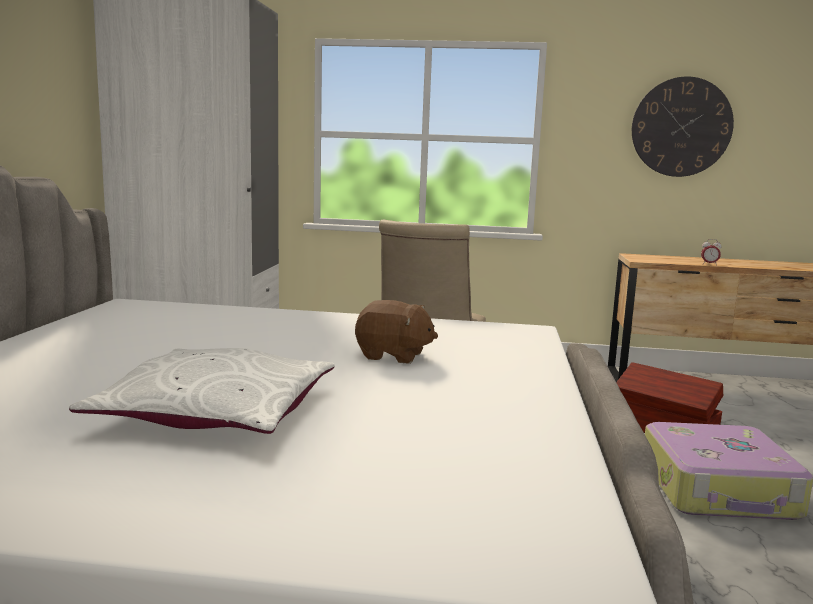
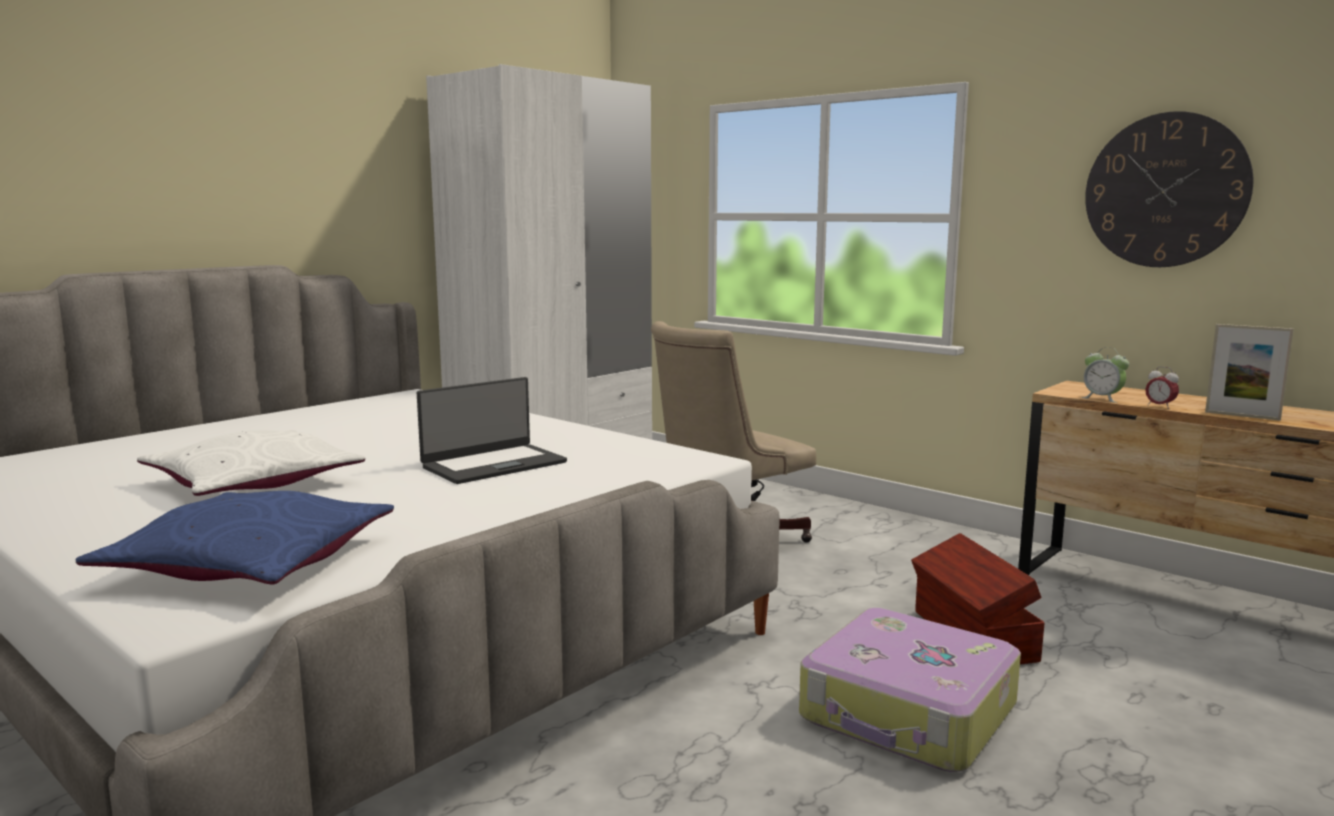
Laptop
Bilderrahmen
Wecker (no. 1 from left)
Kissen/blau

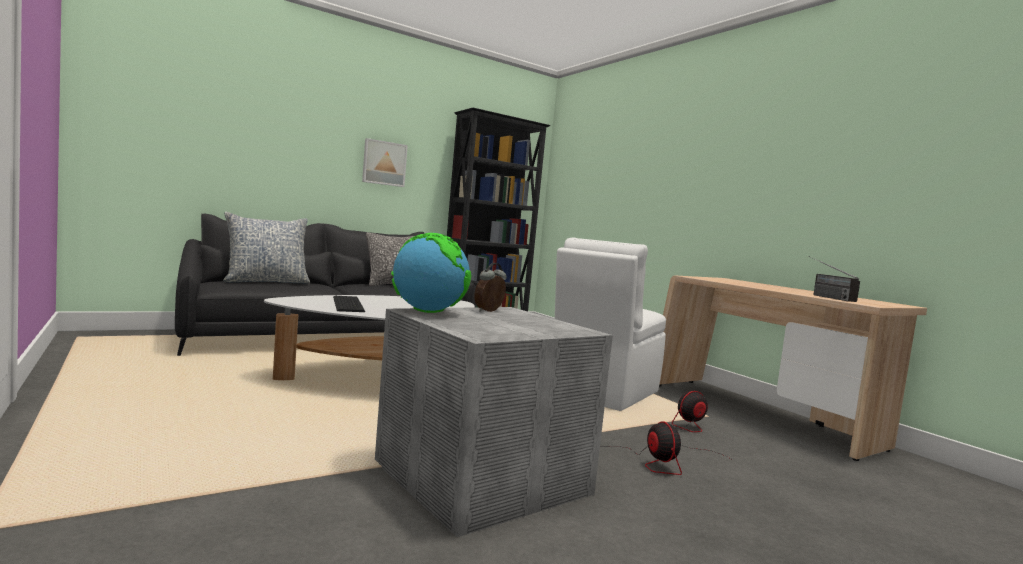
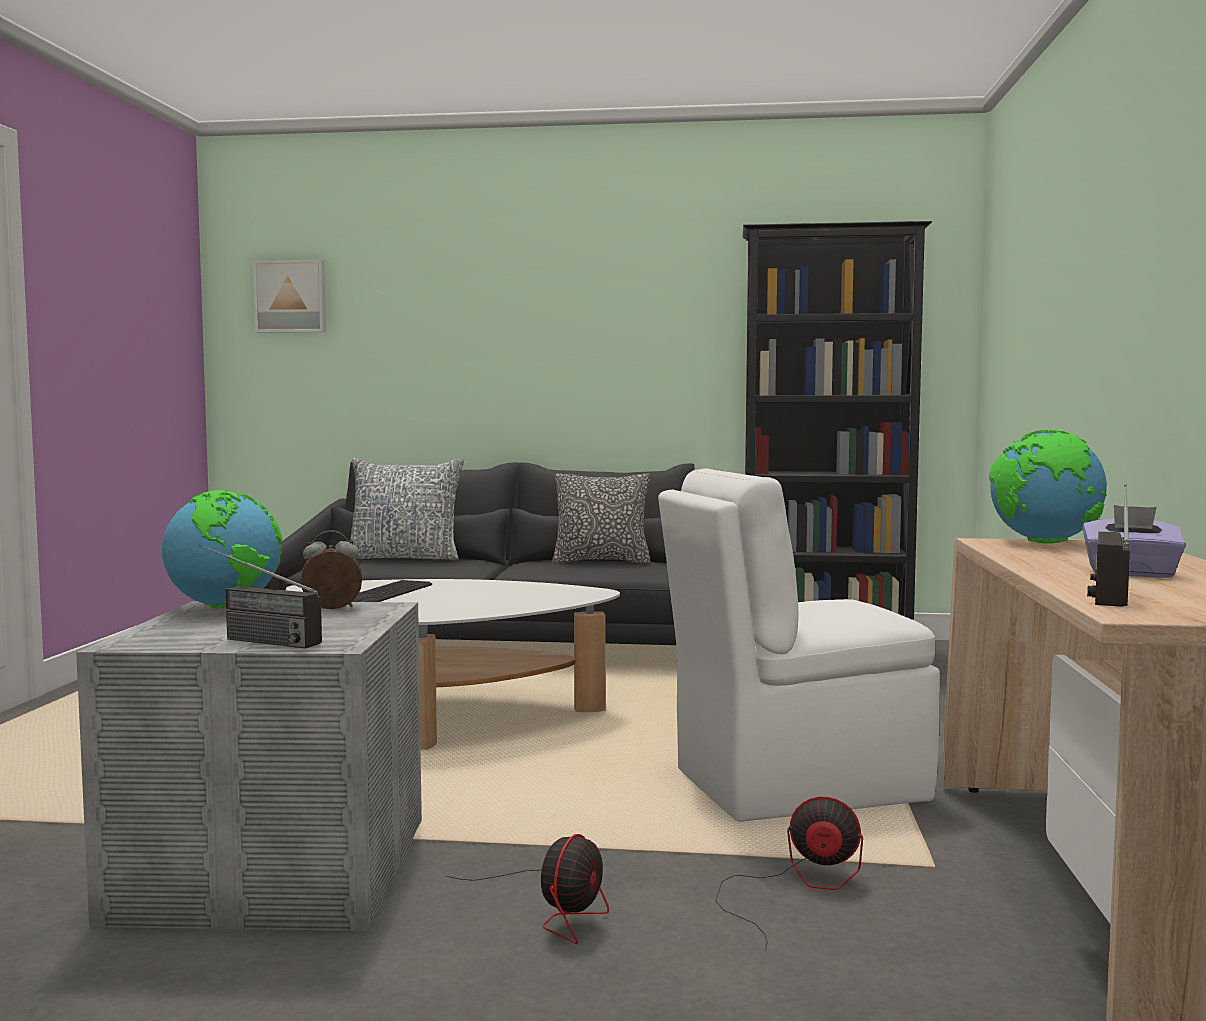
Bild
Globus (no. 2 from left)
Taschentuchbox/lila
Radio (no. 1 from left)

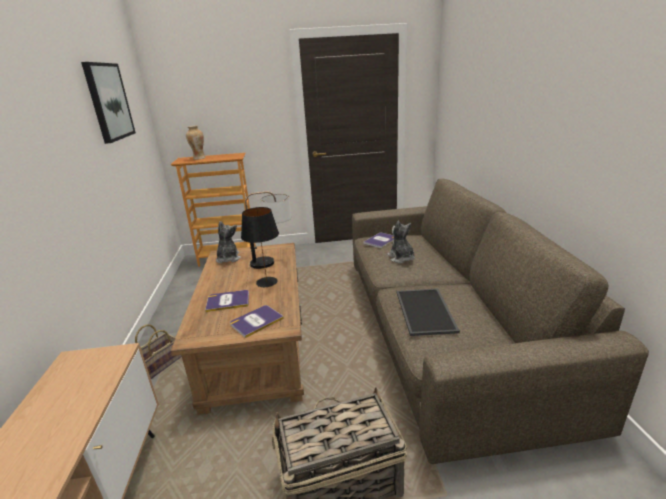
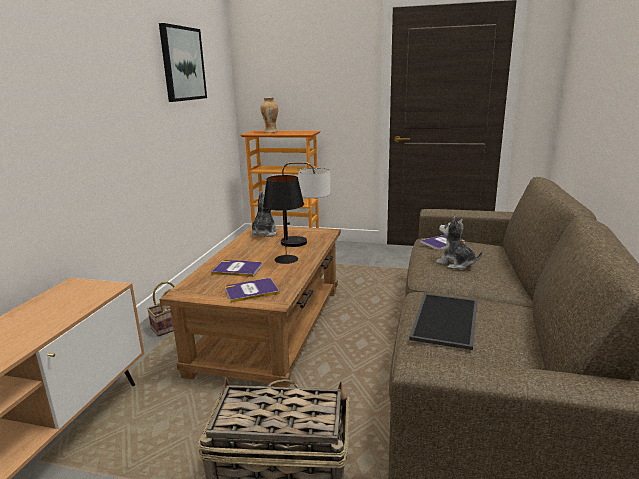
Plüschtier (no. 2 from left)

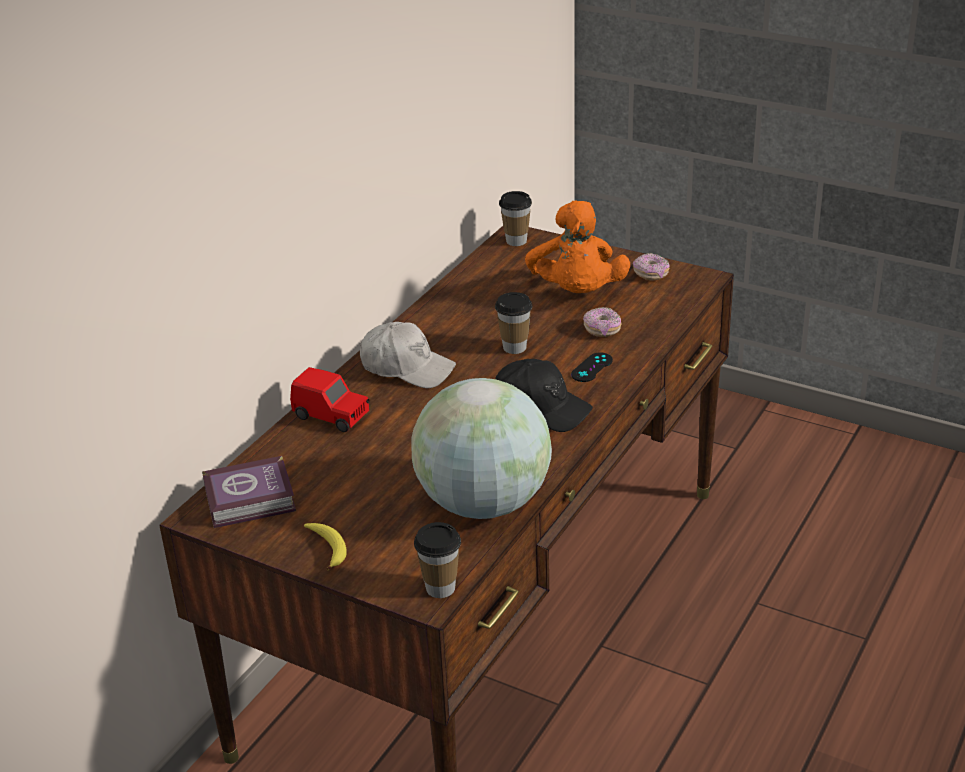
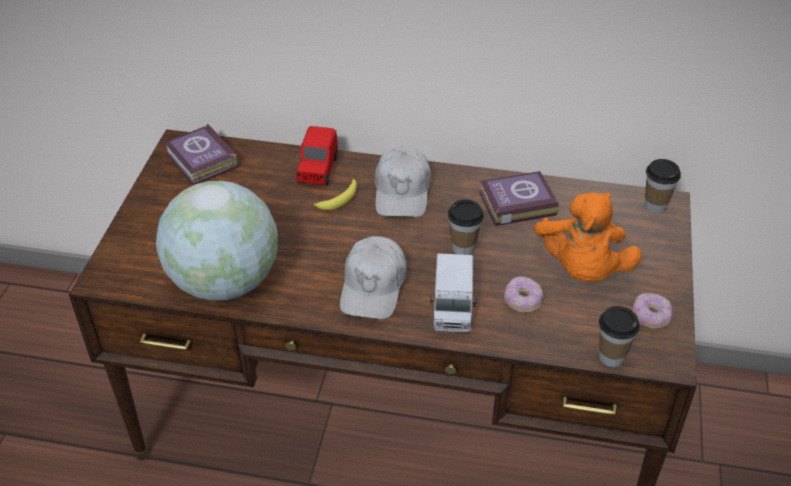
Plüschtier/orange
Spielzeuglaster
Kappe/weiß (no. 1 from left)
Tasse (no. 2 from left)
Banane
Buch (no. 2 from left)

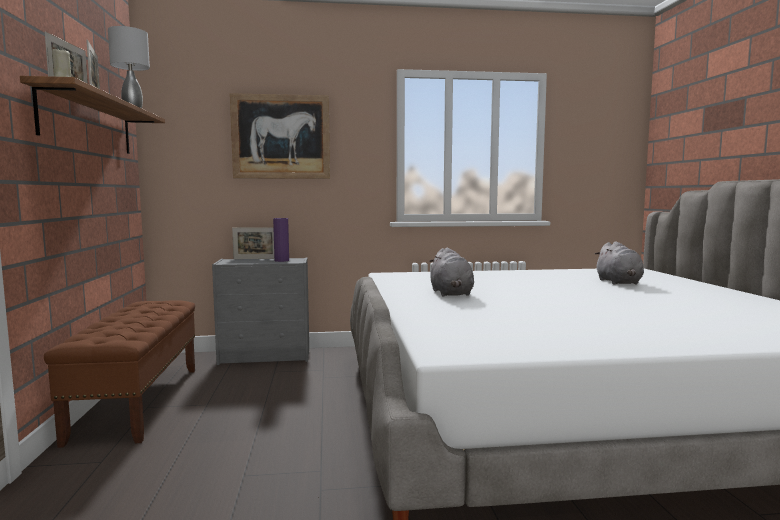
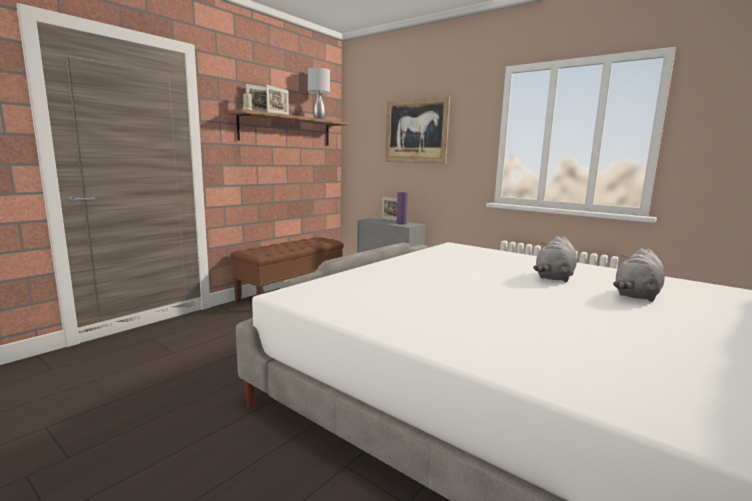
Plüschtier/grau (no. 1 from left)

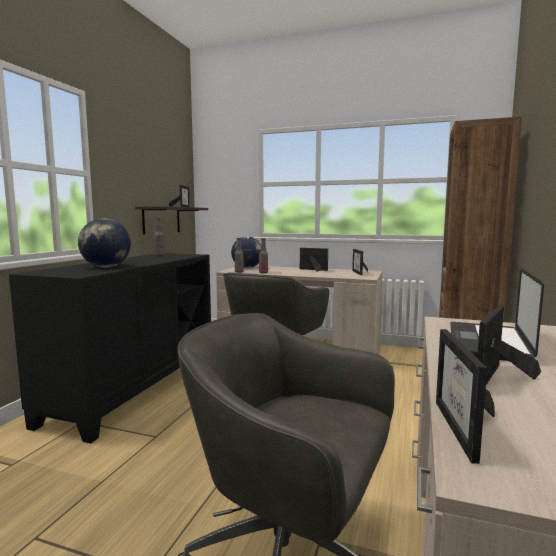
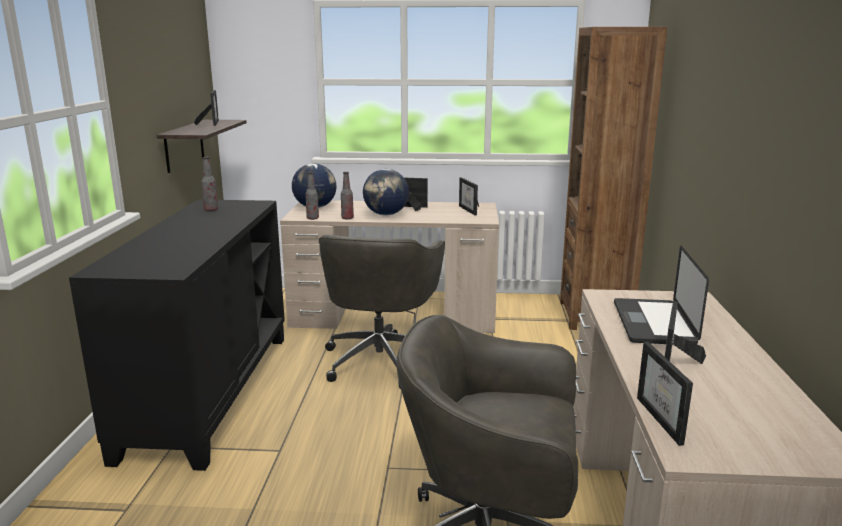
Globus (no. 2 from left)

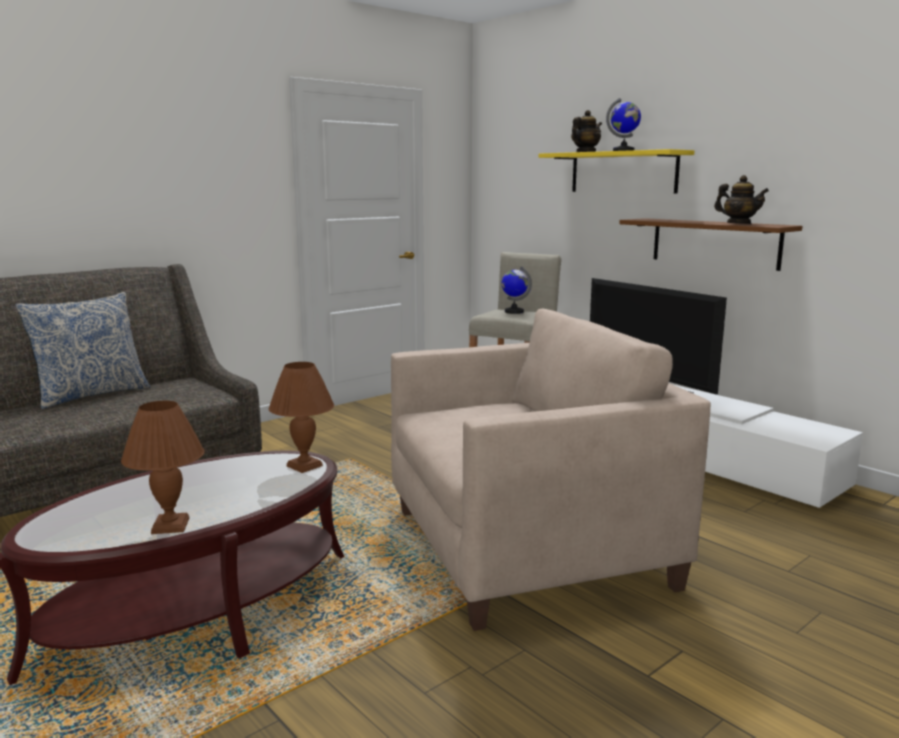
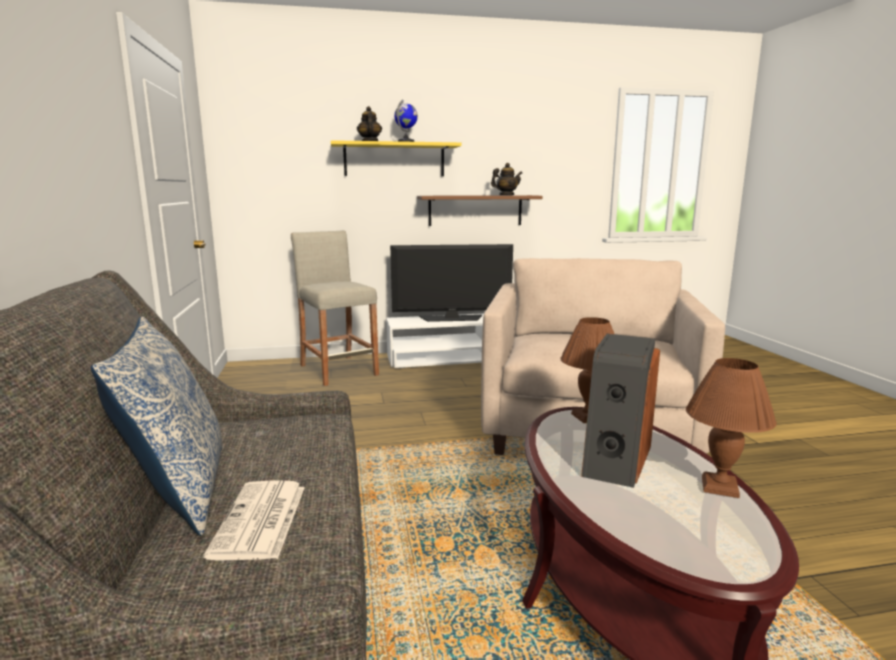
Globus (no. 1 from left in the first image)
Lautsprecher
Zeitung

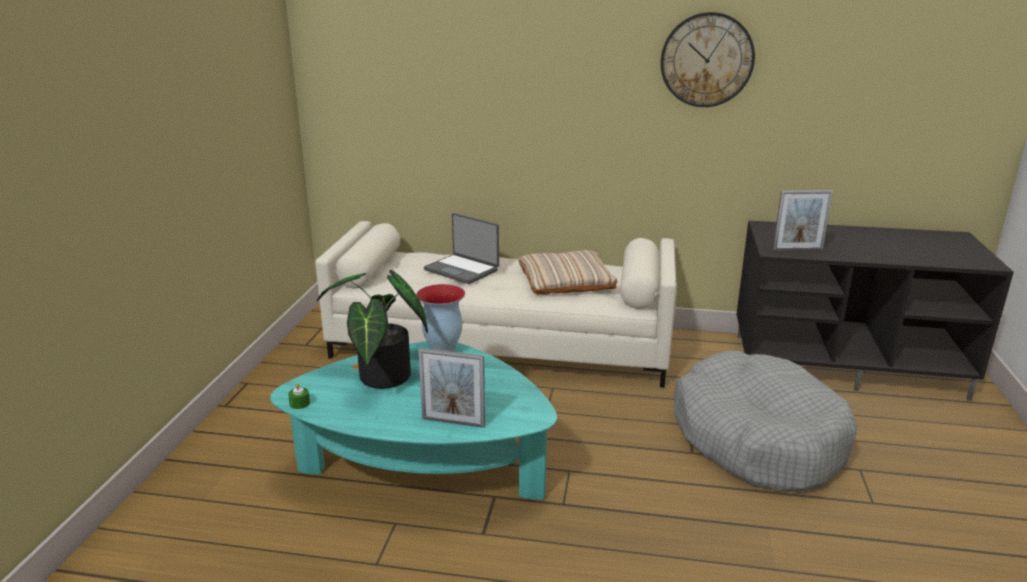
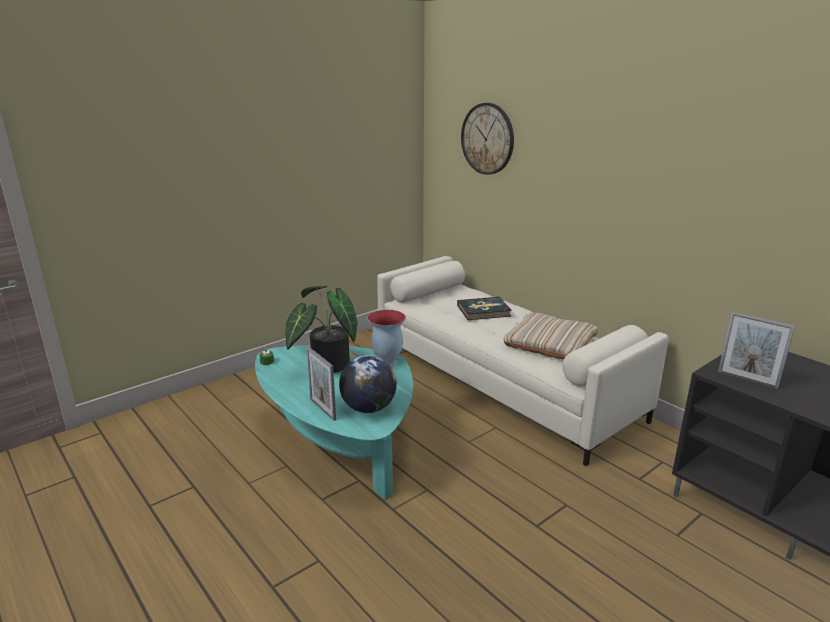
Wanduhr
Buch
Hundebett/grau
Globus

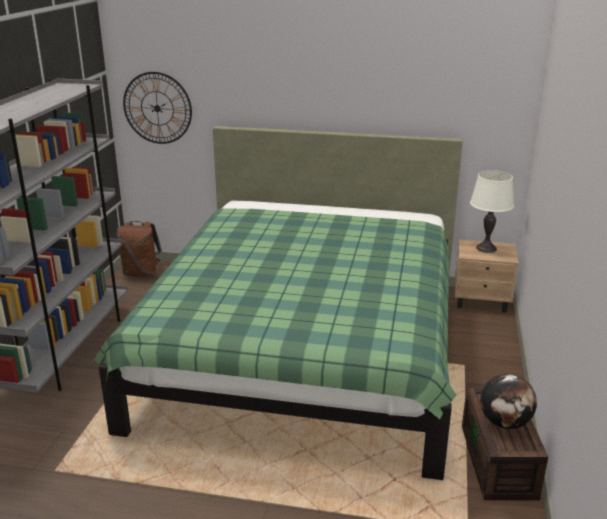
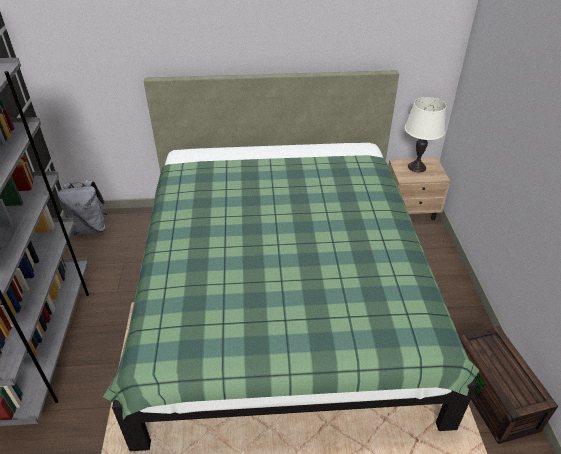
Wanduhr
Rucksack/grau
Globus

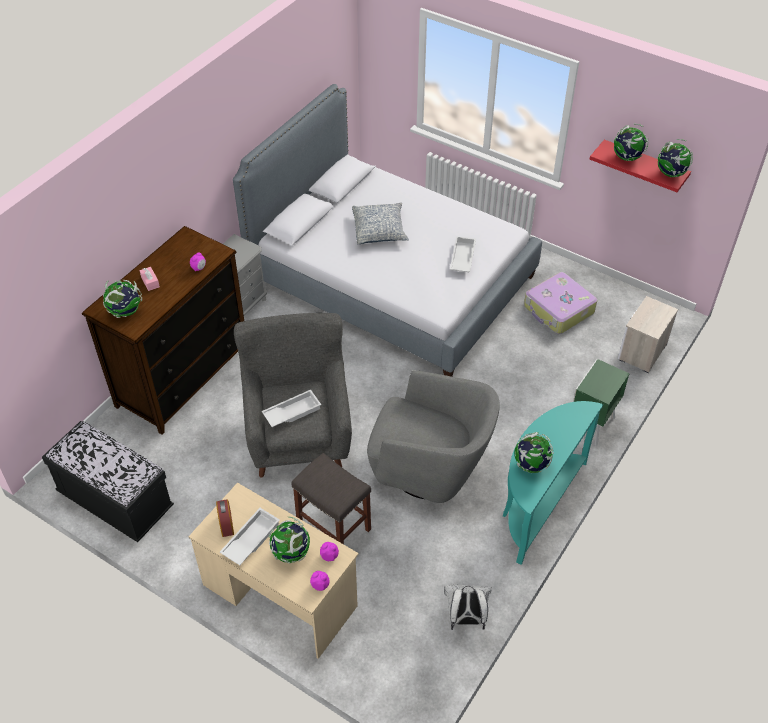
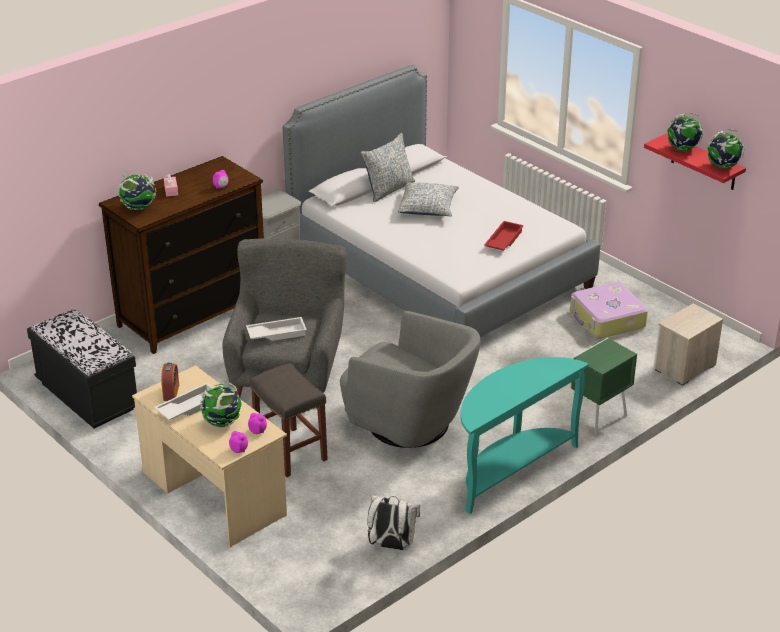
Tablett/rot
Globus (no. 3 from left in the first image)
Kissen (no. 1 from left)

